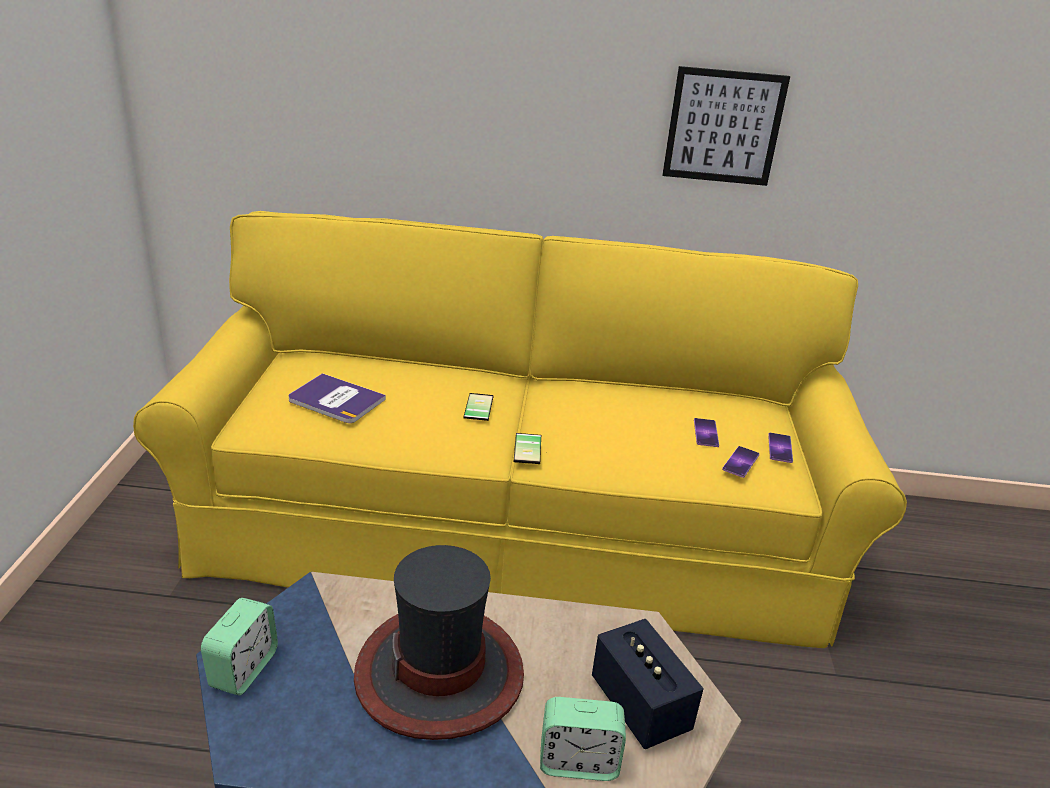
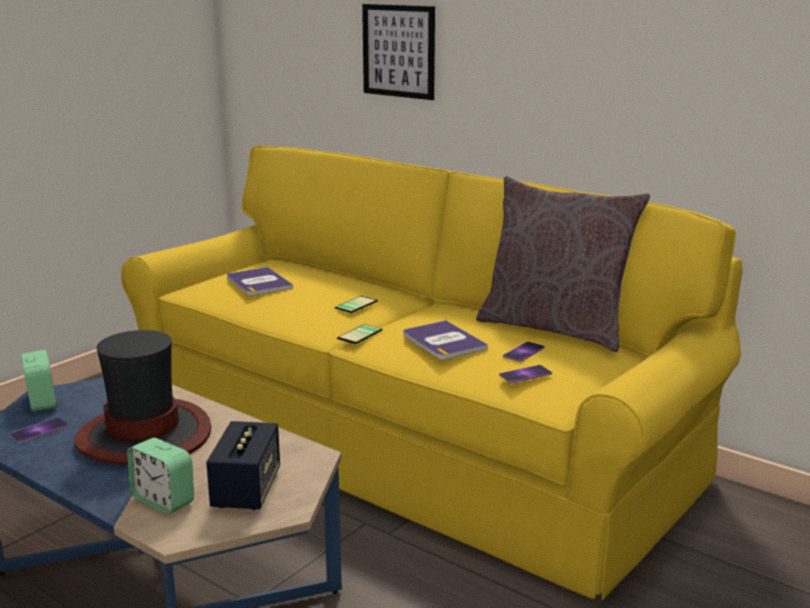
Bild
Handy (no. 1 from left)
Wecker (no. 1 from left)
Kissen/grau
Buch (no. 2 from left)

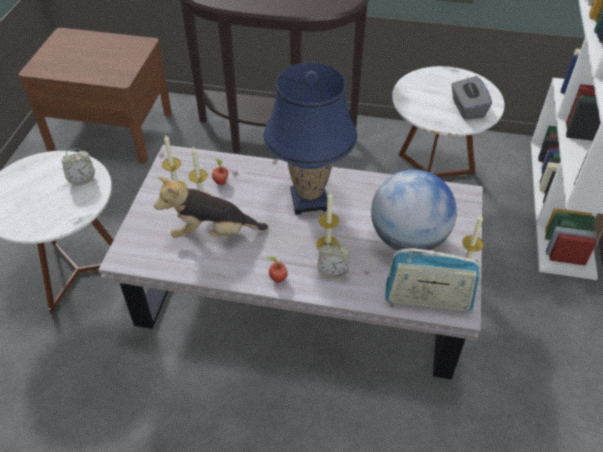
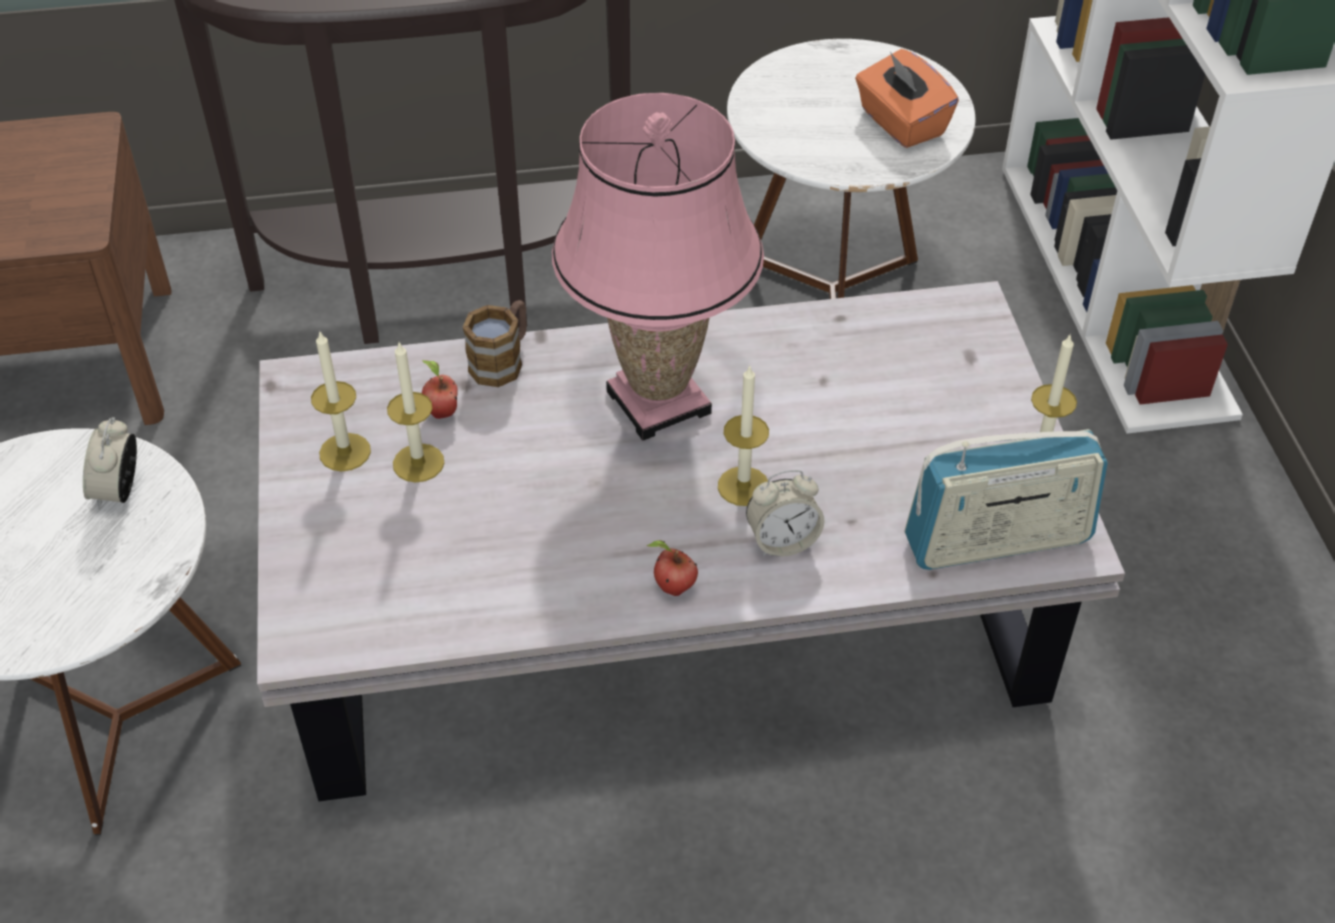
Tischlampe/rosa
Taschentuchbox/orange
Wecker (no. 1 from left)
Globus
Plüschtier
Henkelbecher

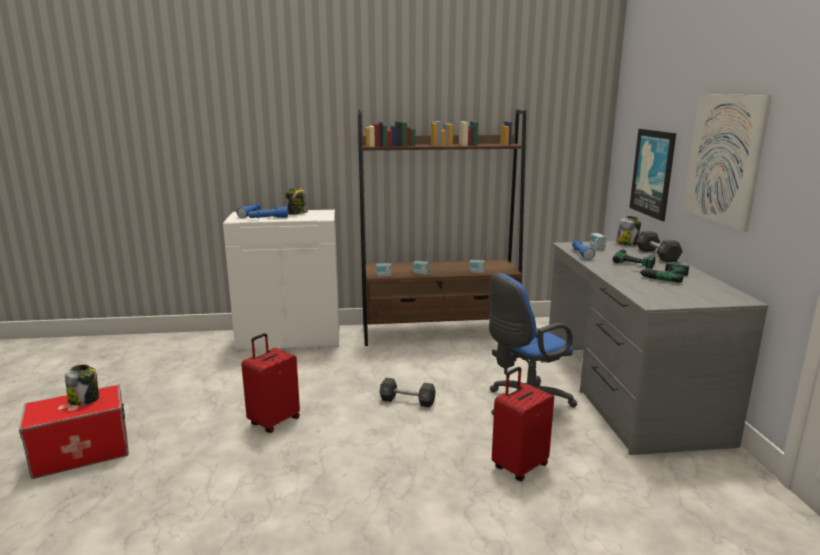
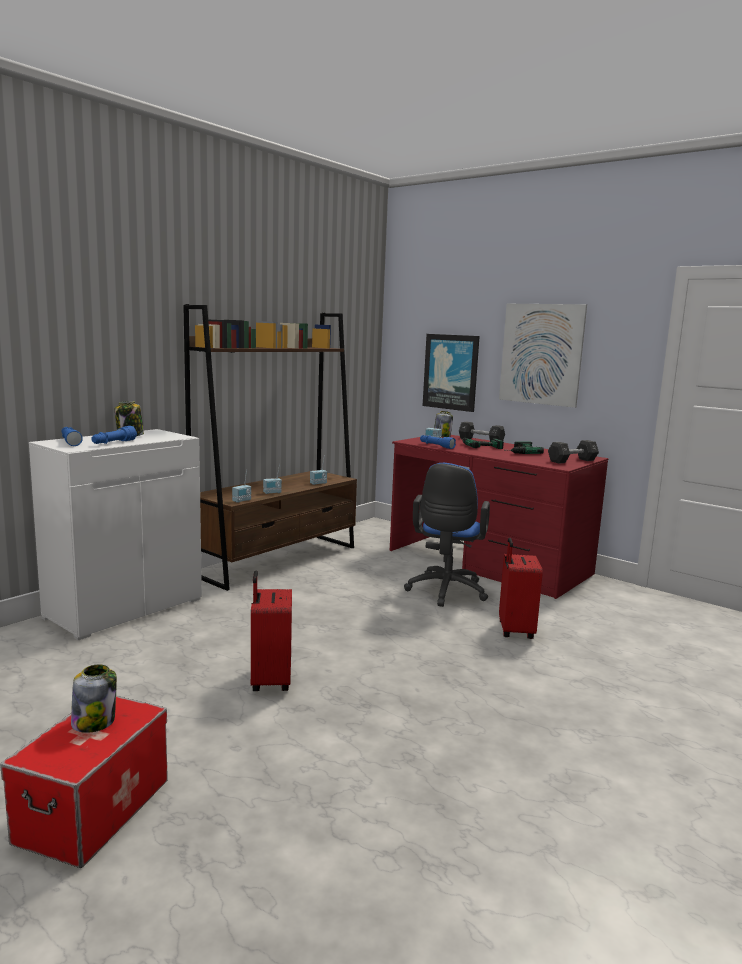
Schreibtisch/rot
Hantel/schwarz (no. 2 from left)

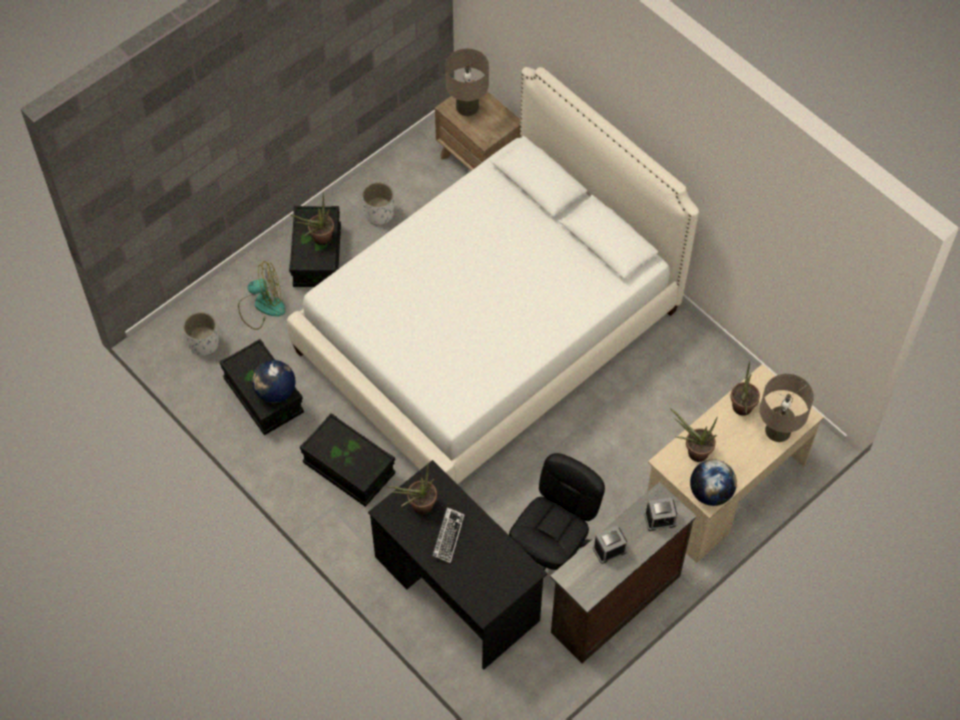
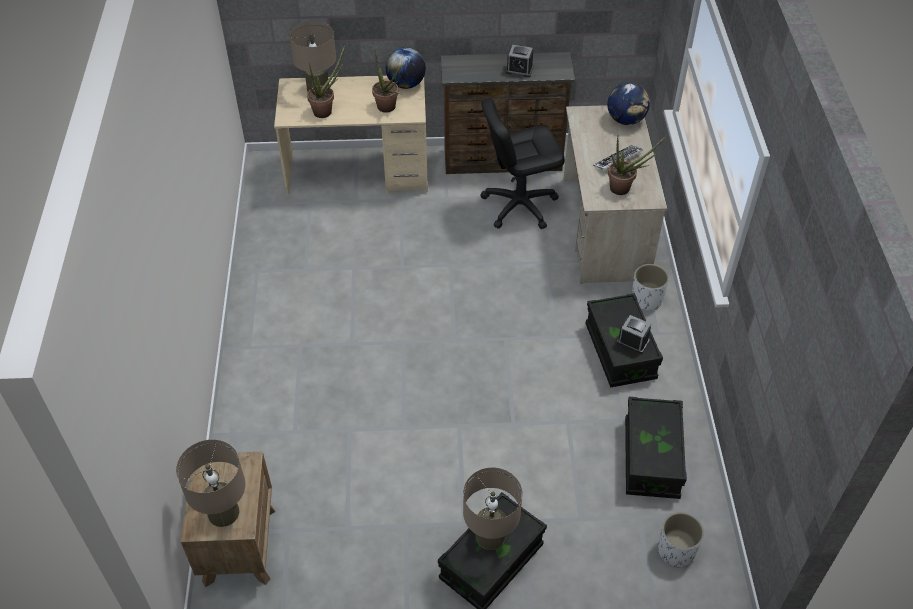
Bett/weiß
Pflanzkübel/weiß (no. 1 from left)
Tischlampe/beige (no. 3 from left)
Ventilator
Globus (no. 2 from left)
Schreibtisch/beige (no. 2 from left)
Wecker (no. 2 from left)

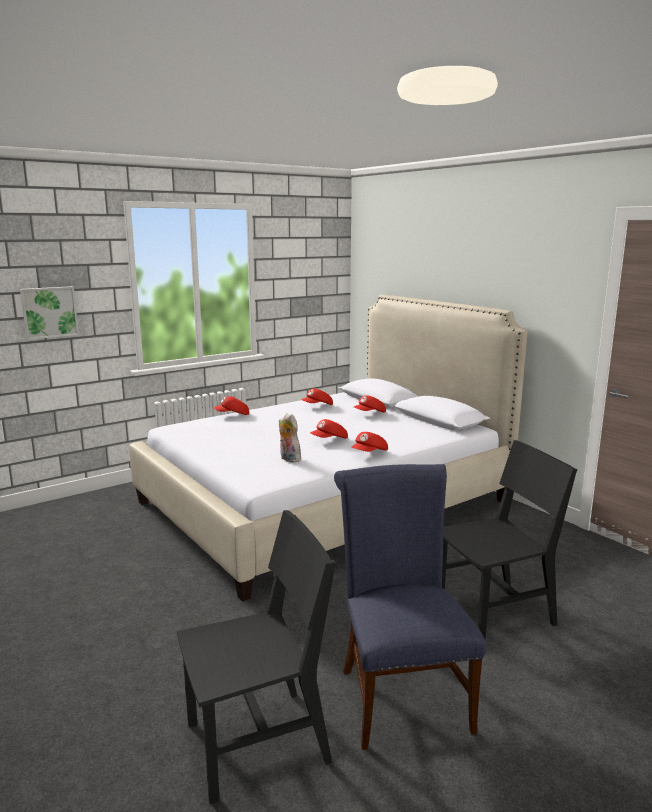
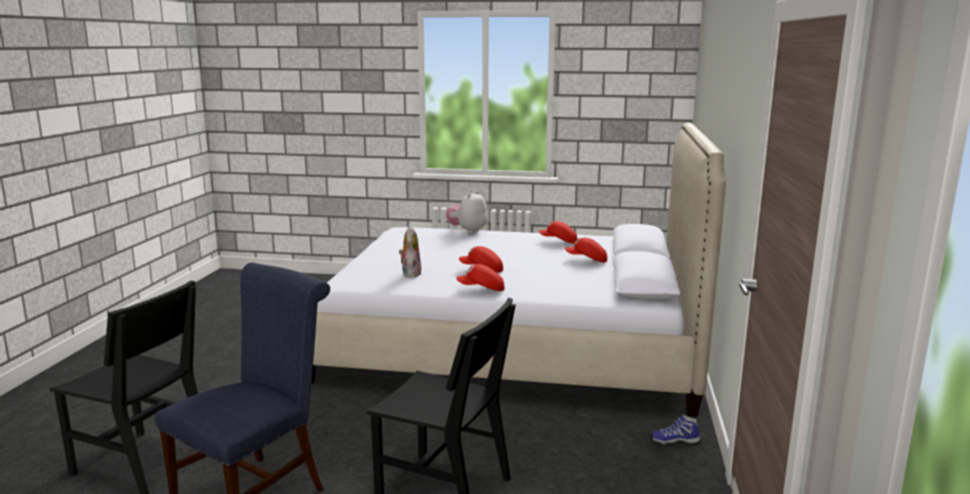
Bild
Plüschtier (no. 2 from left)
Schuh

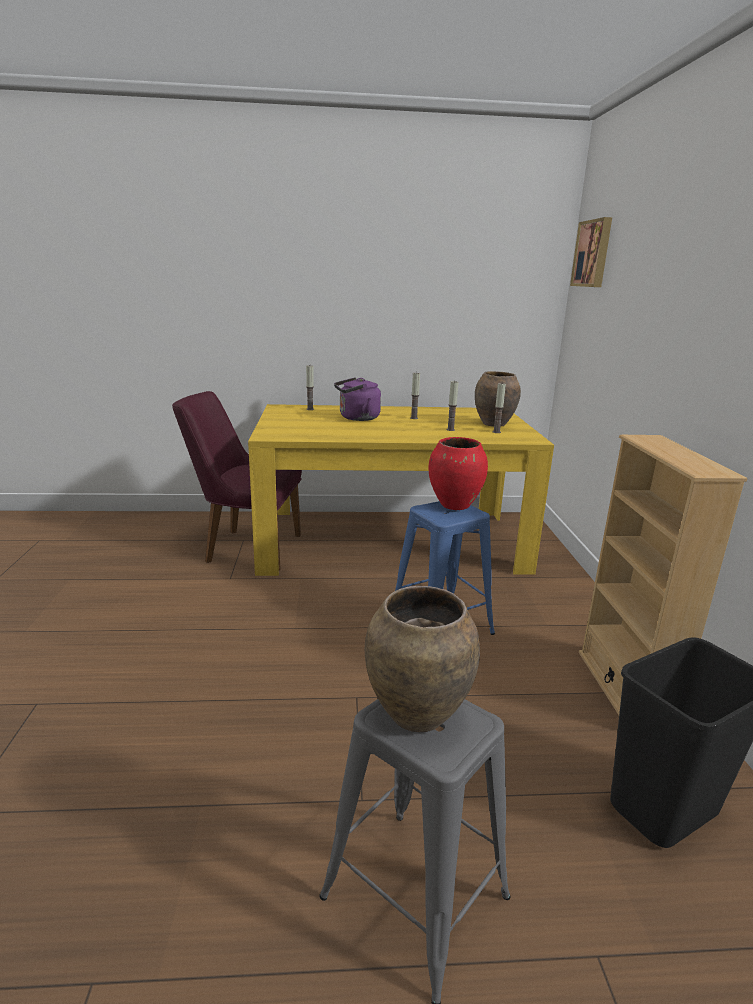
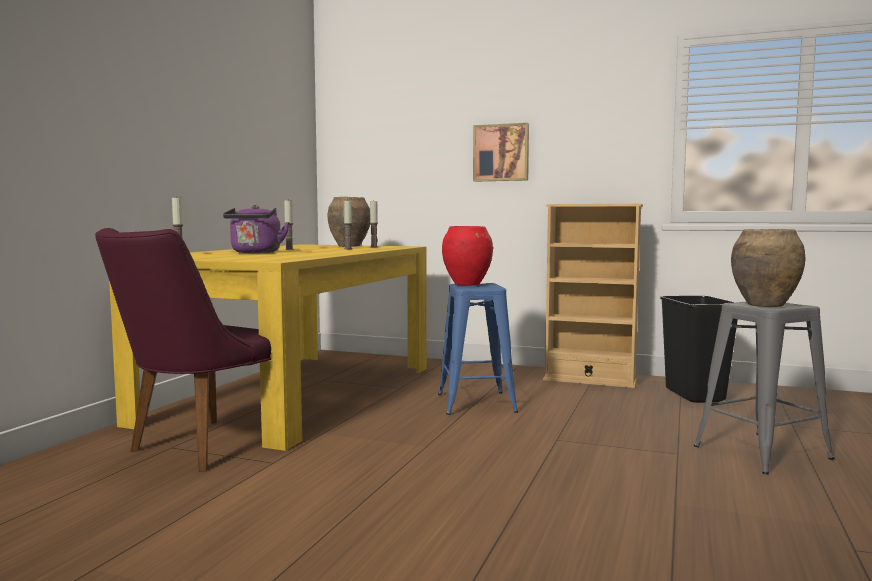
Bild

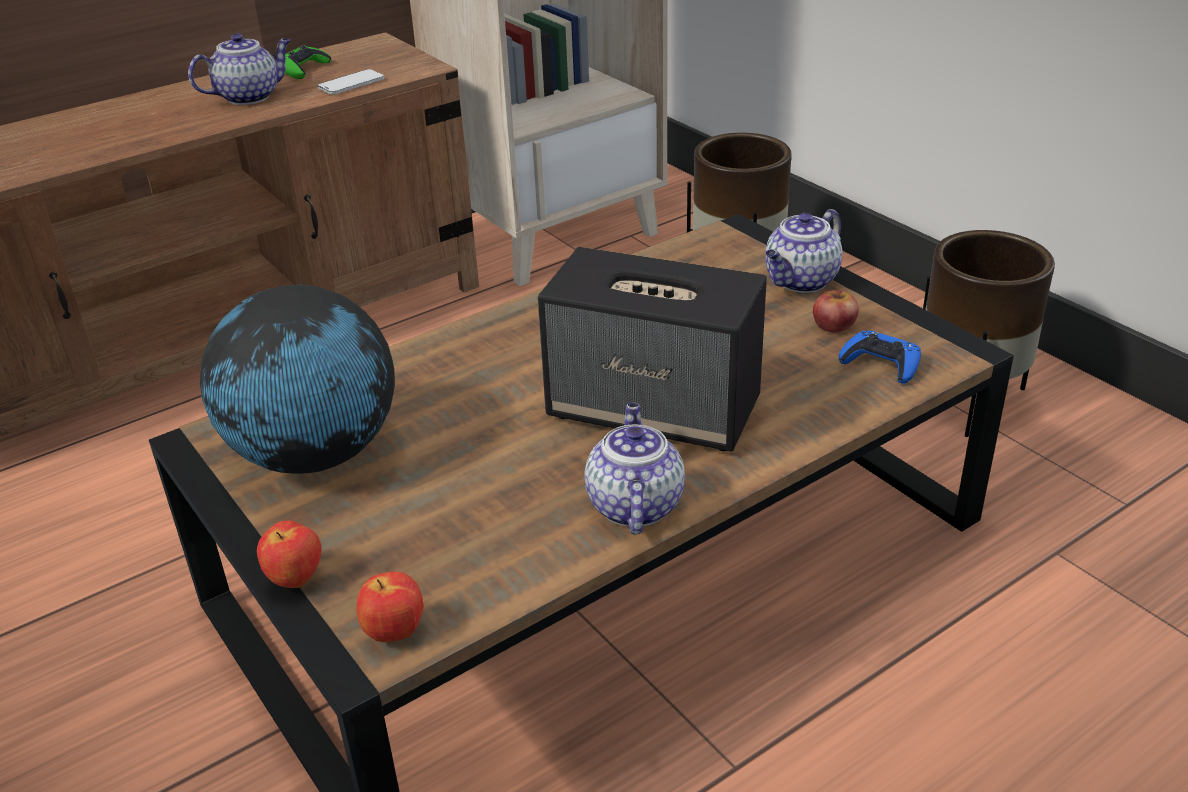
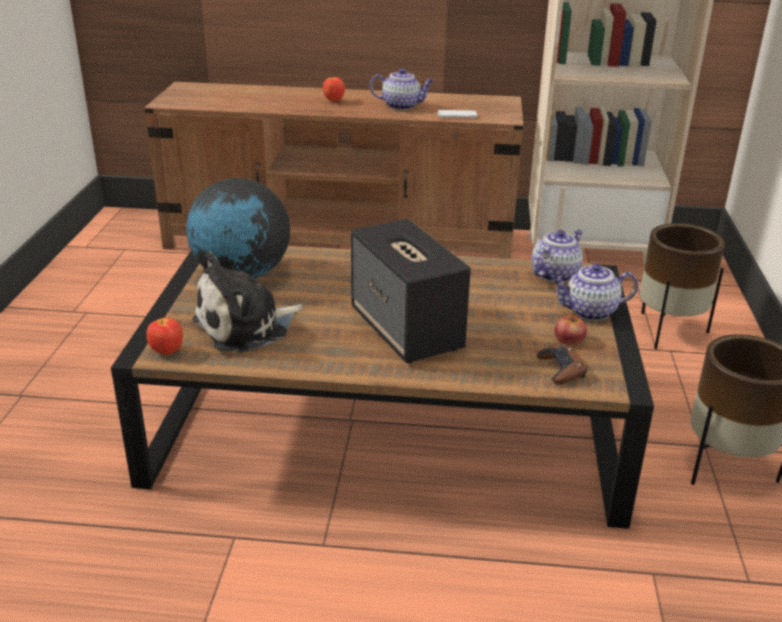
Gamepad/grün
Gamepad/braun
Teekanne (no. 2 from left)
Apfel (no. 2 from left)
Plüschtier

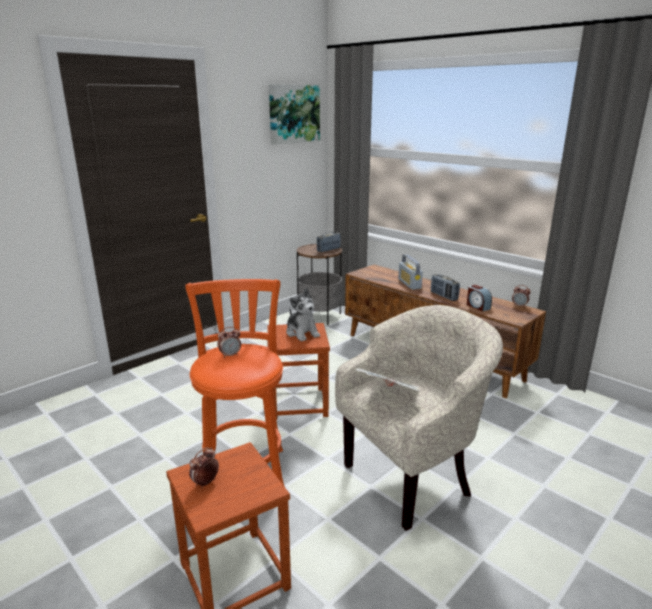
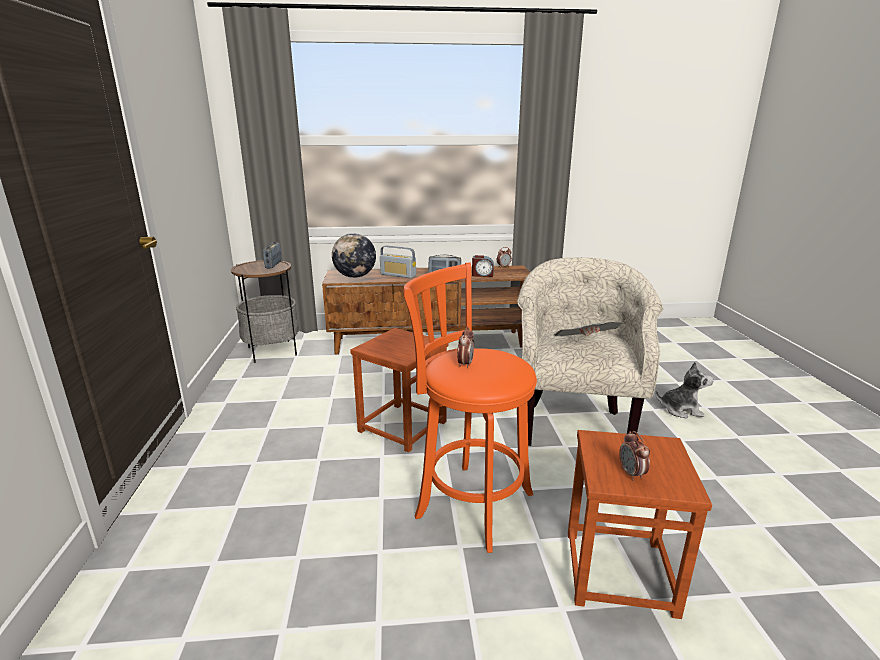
Bild
Plüschtier
Globus

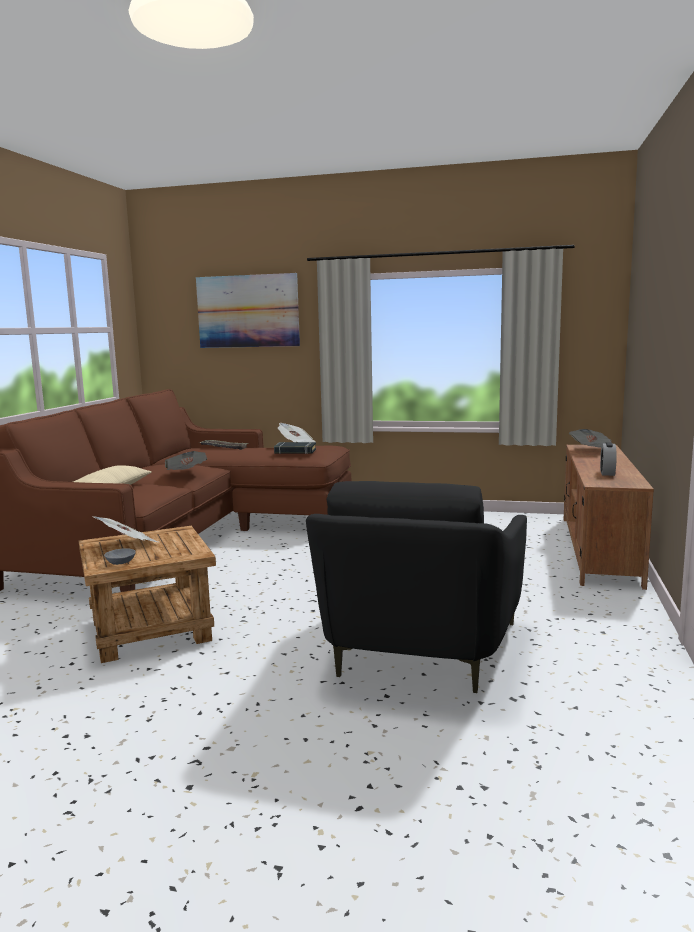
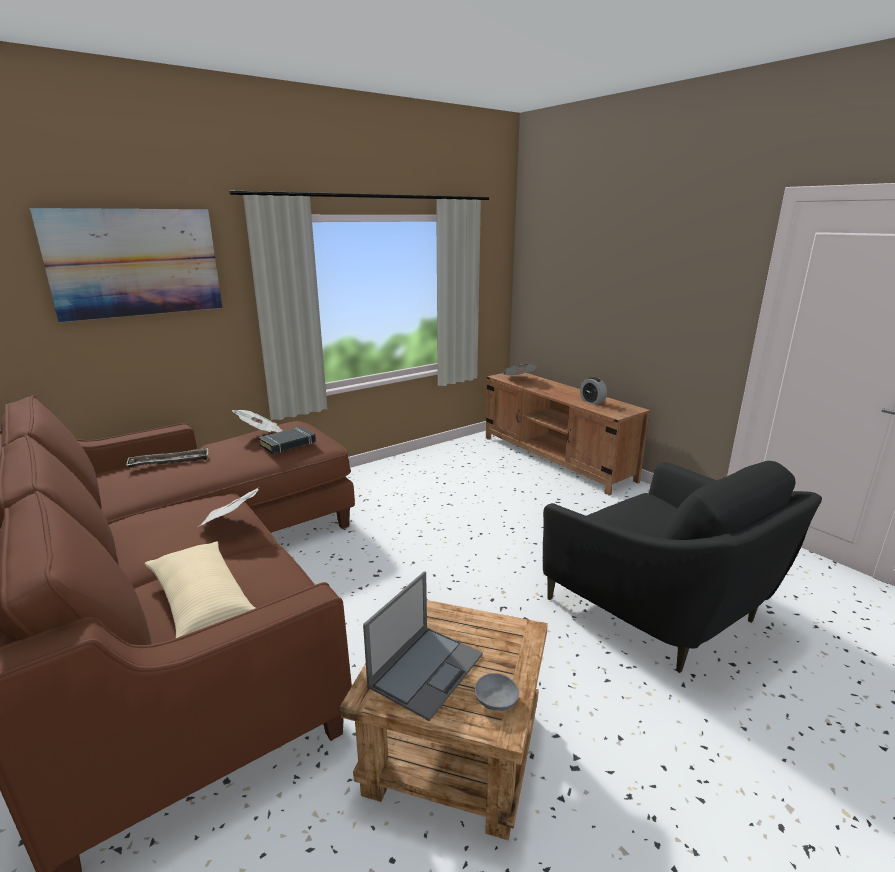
Laptop

